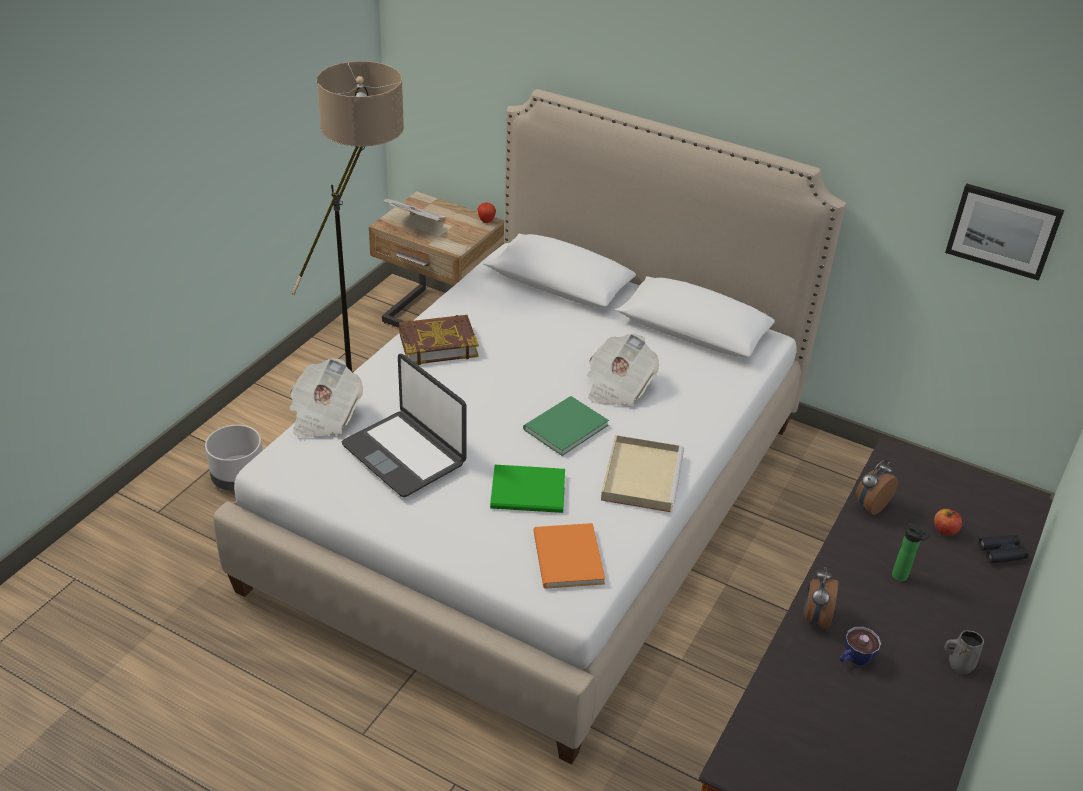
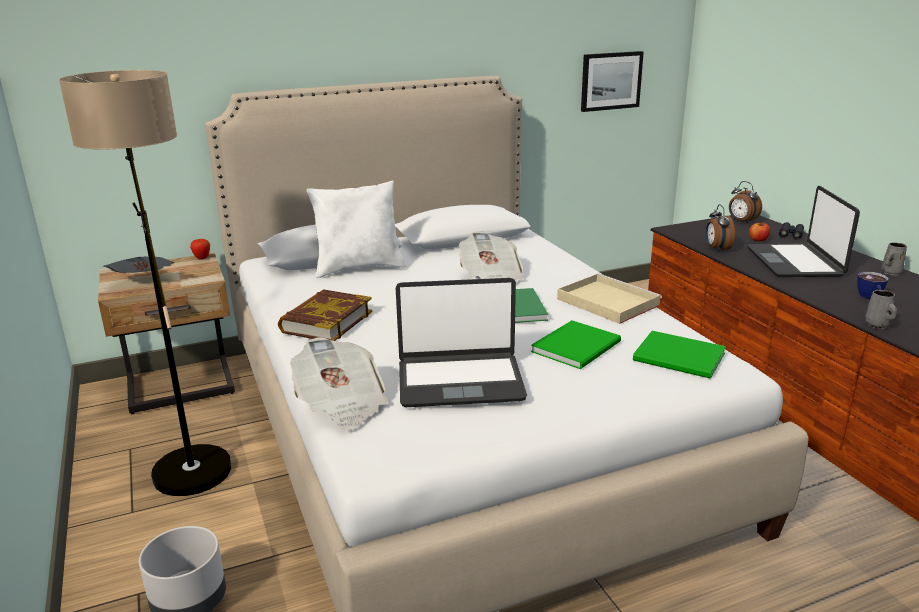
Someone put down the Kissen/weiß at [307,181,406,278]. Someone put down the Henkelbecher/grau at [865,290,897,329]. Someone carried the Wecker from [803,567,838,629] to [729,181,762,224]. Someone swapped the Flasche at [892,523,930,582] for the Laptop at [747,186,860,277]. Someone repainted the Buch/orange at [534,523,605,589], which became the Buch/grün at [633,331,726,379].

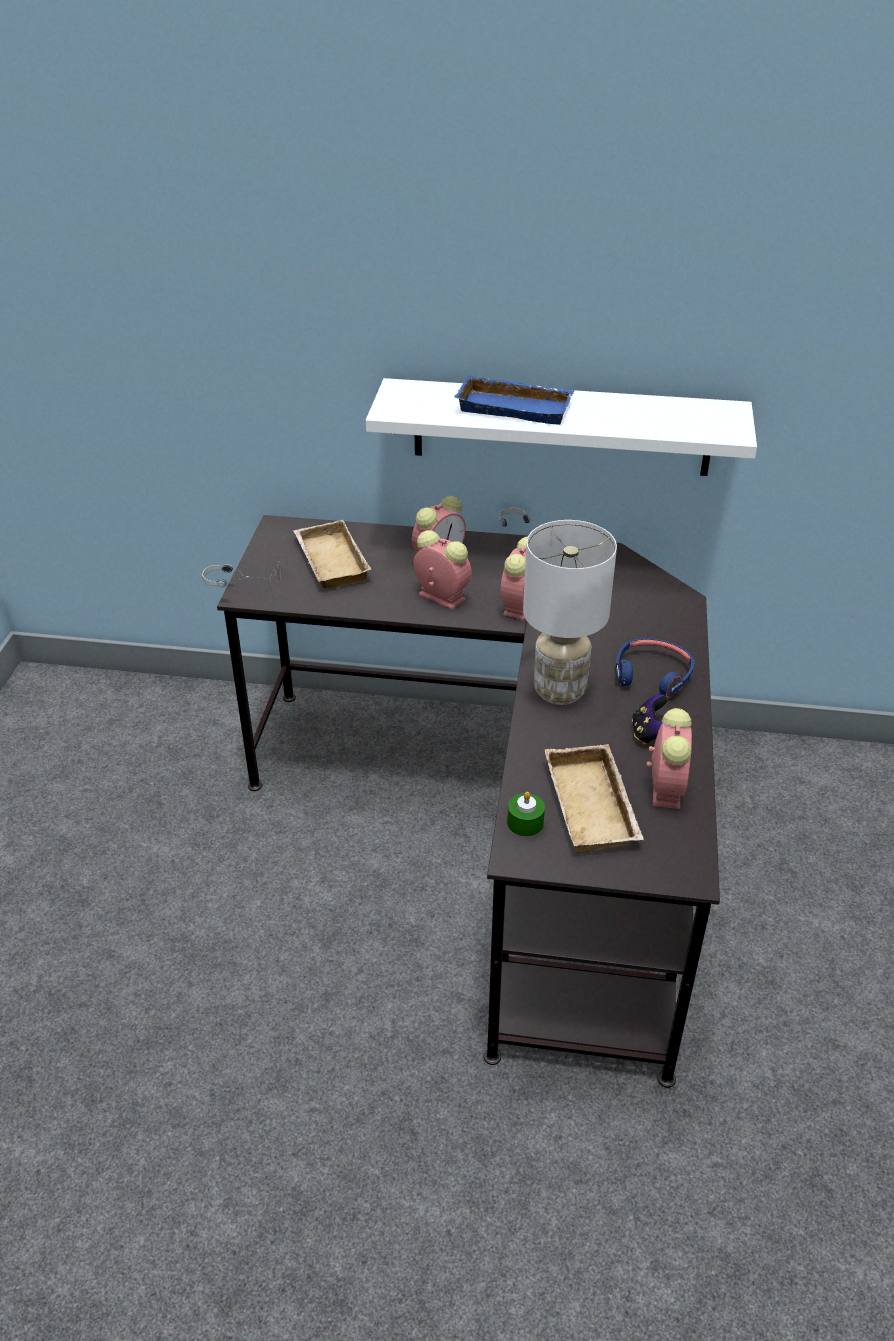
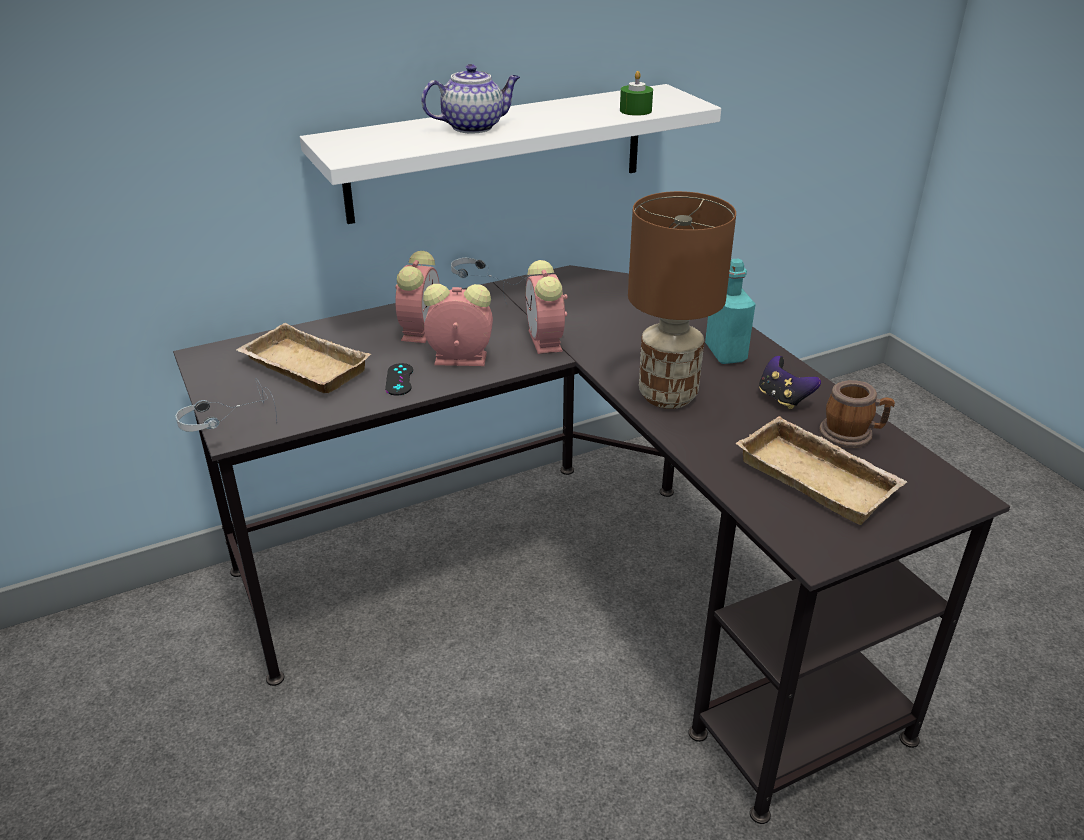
Someone put down the Gamepad/schwarz at [385,363,413,396]. Someone carried the Kerze/grün from [507,792,545,837] to [620,71,653,116]. Someone swapped the Tablett/blau at [454,375,574,425] for the Teekanne at [421,64,520,133]. Someone swapped the Kopfhörer/blau at [616,638,694,699] for the Flasche/türkis at [705,259,756,364]. Someone swapped the Wecker at [646,708,692,809] for the Henkelbecher at [819,380,895,448]. Someone repainted the Tischlampe/weiß at [523,520,617,705], which became the Tischlampe/braun at [628,191,736,409].

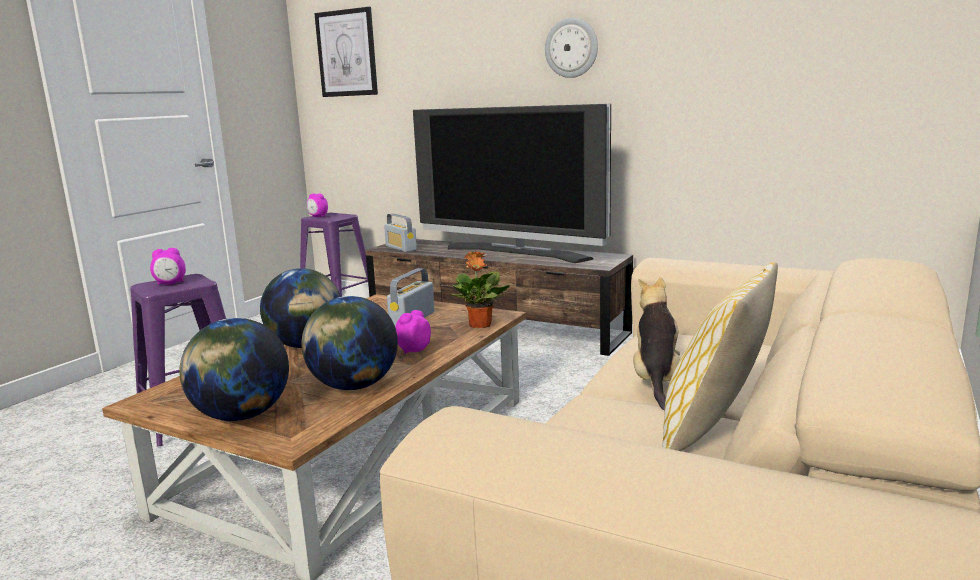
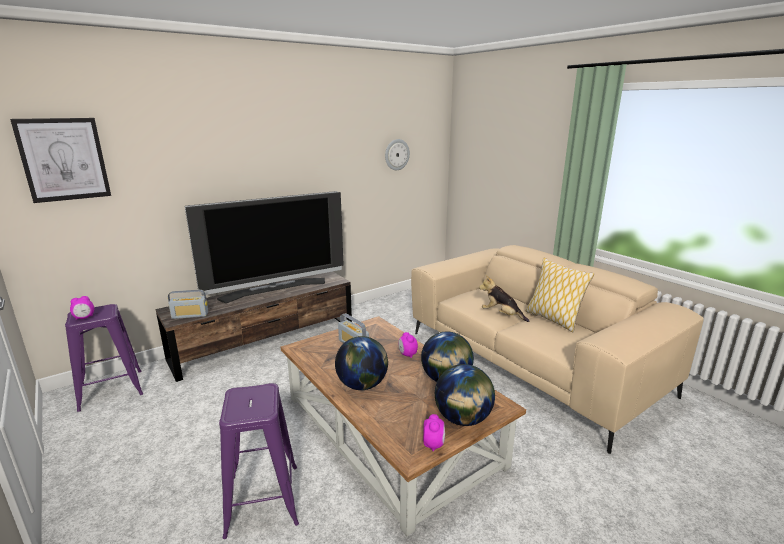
Someone took away the Topfpflanze at [449,251,510,328]. Someone carried the Wecker from [150,248,186,285] to [423,414,445,452]. Someone carried the Wanduhr from [545,18,598,78] to [385,139,410,170].

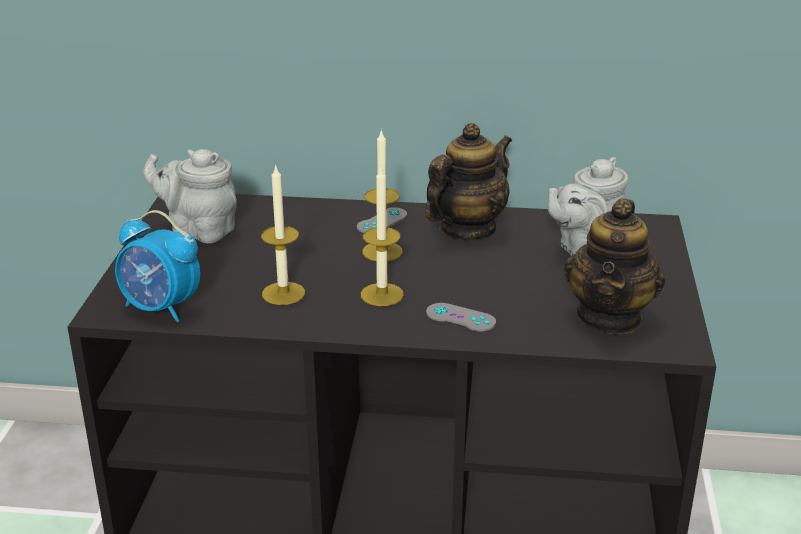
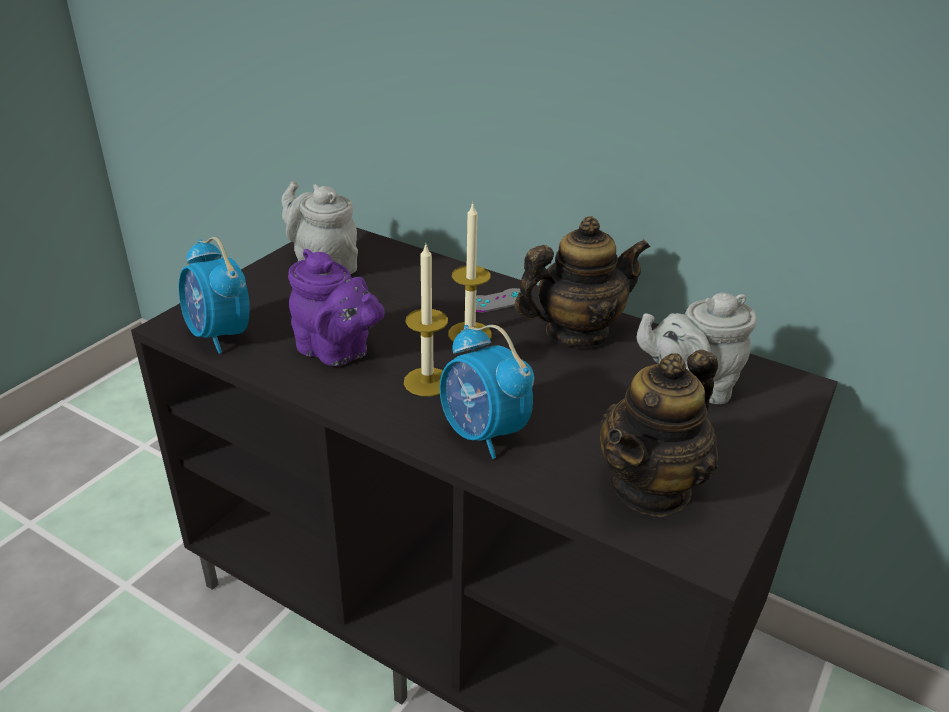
Someone swapped the Kerze at [261,164,305,305] for the Teekanne/lila at [288,249,385,366]. Someone swapped the Gamepad/grau at [426,303,496,331] for the Wecker at [440,325,534,459].

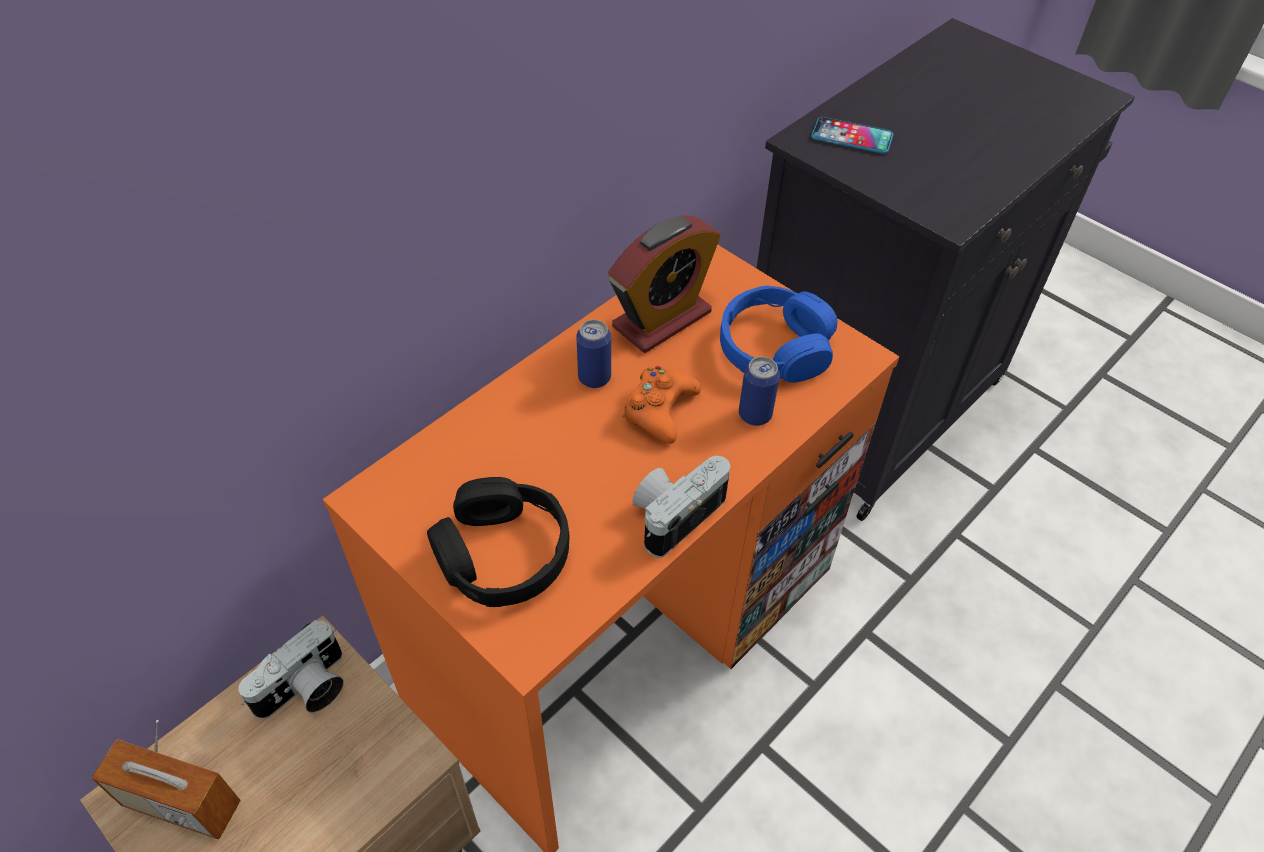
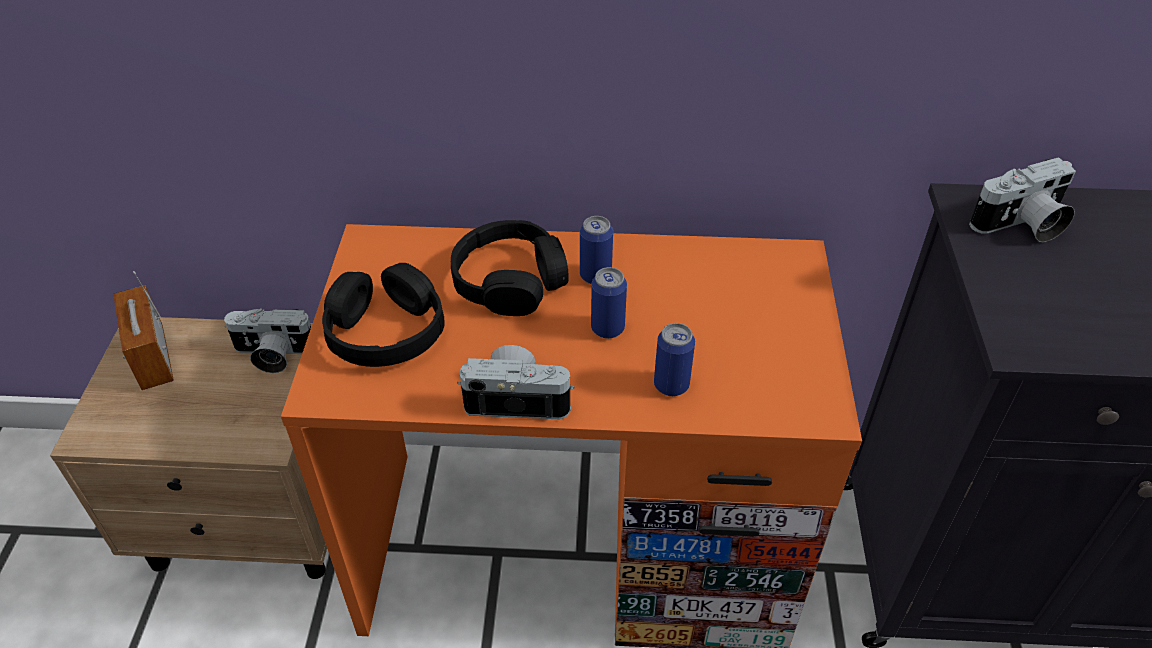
Someone took away the Wecker at [608,215,721,353]. Someone took away the Kopfhörer/blau at [720,285,838,383]. Someone put down the Kopfhörer/schwarz at [451,220,569,316]. Someone swapped the Gamepad/orange at [623,366,701,444] for the Dose at [591,267,627,339]. Someone swapped the Handy at [811,117,893,154] for the Kamera at [969,157,1076,242].

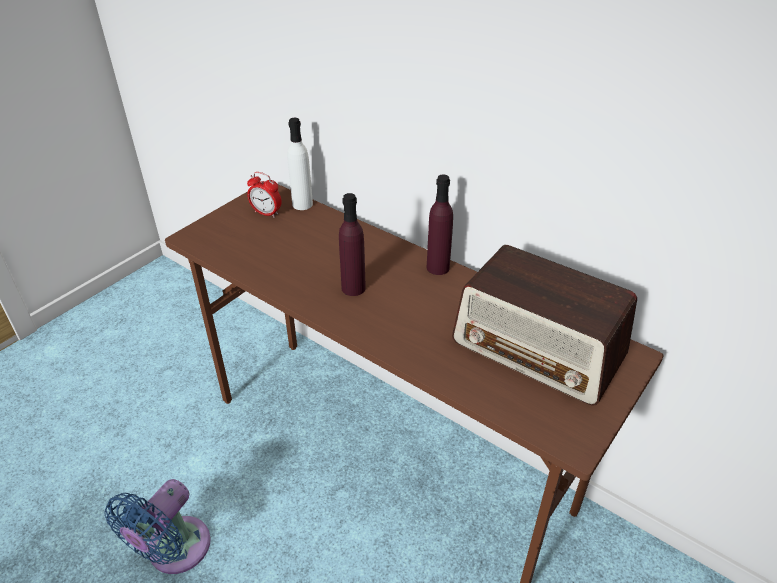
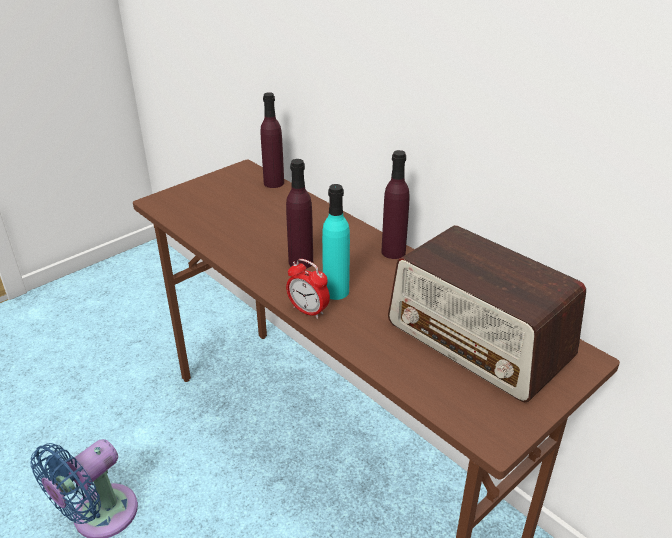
Someone put down the Flasche/türkis at [322,184,350,300]. Someone carried the Wecker from [247,172,282,218] to [286,259,330,319]. Someone repainted the Flasche/weiß at [287,118,313,210], which became the Flasche/lila at [260,92,284,188].

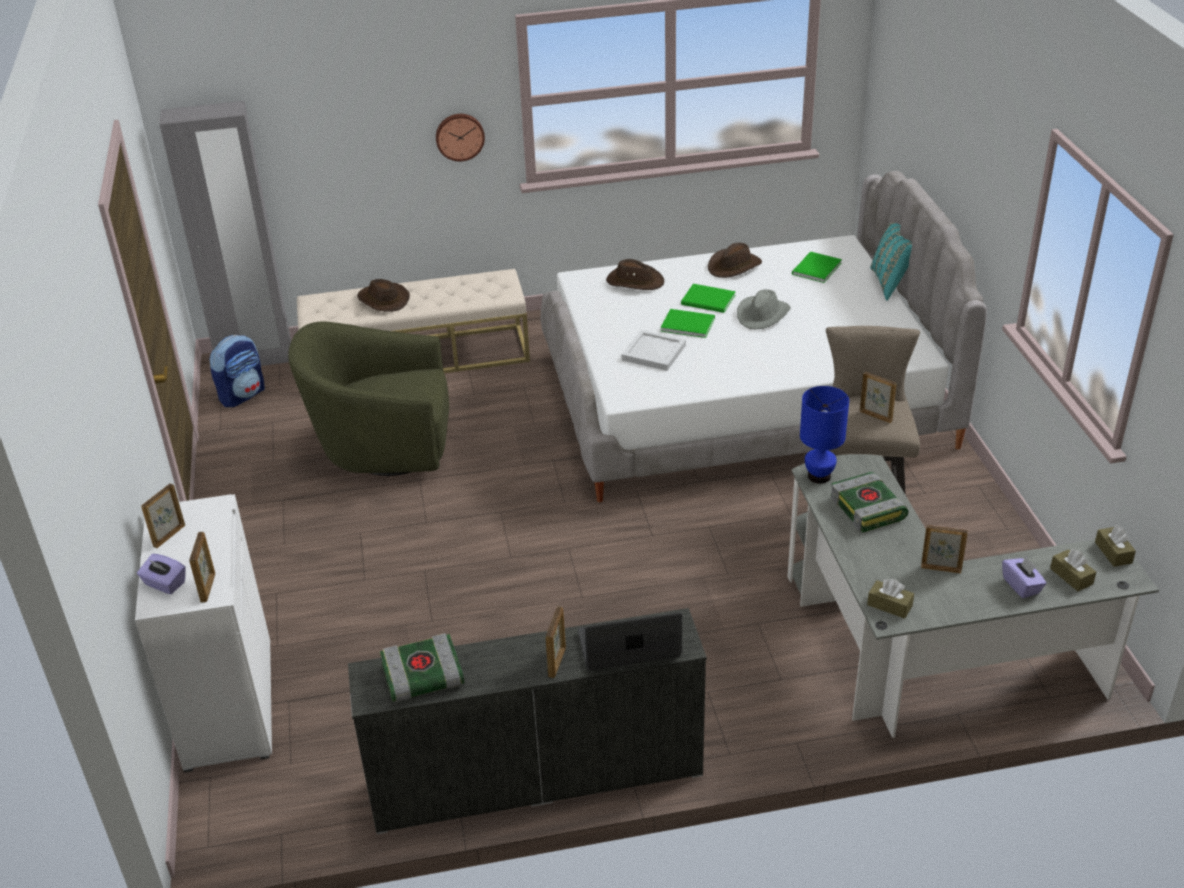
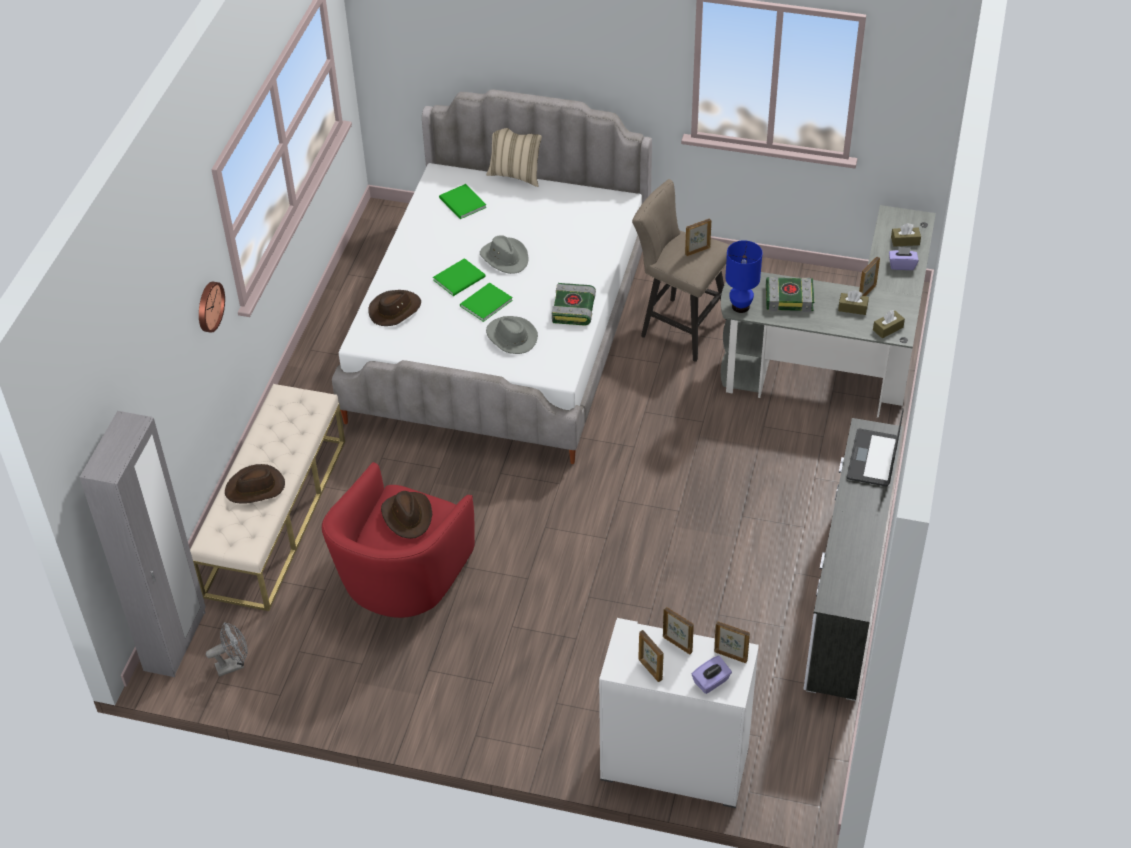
Someone carried the Buch from [380,633,464,702] to [552,283,596,325]. Someone carried the Bilderrahmen from [546,606,566,678] to [663,607,694,654]. Someone carried the Hut/braun from [708,243,762,278] to [381,491,432,539]. Someone carried the Taschentuchbox/braun from [1095,525,1136,567] to [838,290,869,315]. Someone swapped the Rucksack at [209,335,265,407] for the Ventilator/grau at [206,622,248,677]. Someone swapped the Tablett/weiß at [622,330,686,371] for the Hut/grau at [486,316,538,354]. Someone repainted the Sessel/grün at [288,322,449,477], which became the Sessel/rot at [322,462,475,618]. Someone repainted the Kissen/türkis at [870,222,912,301], which became the Kissen/beige at [486,128,542,187].

